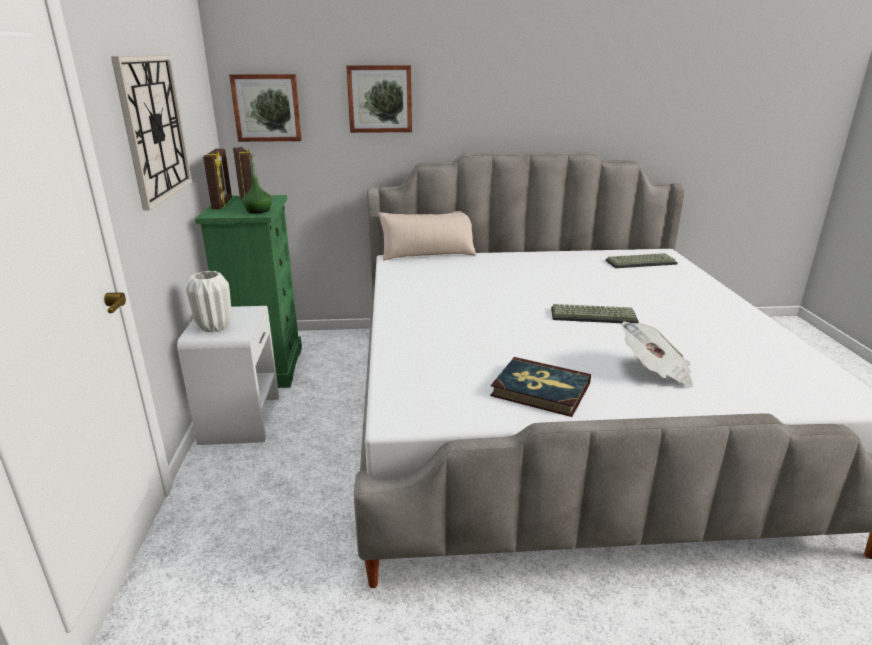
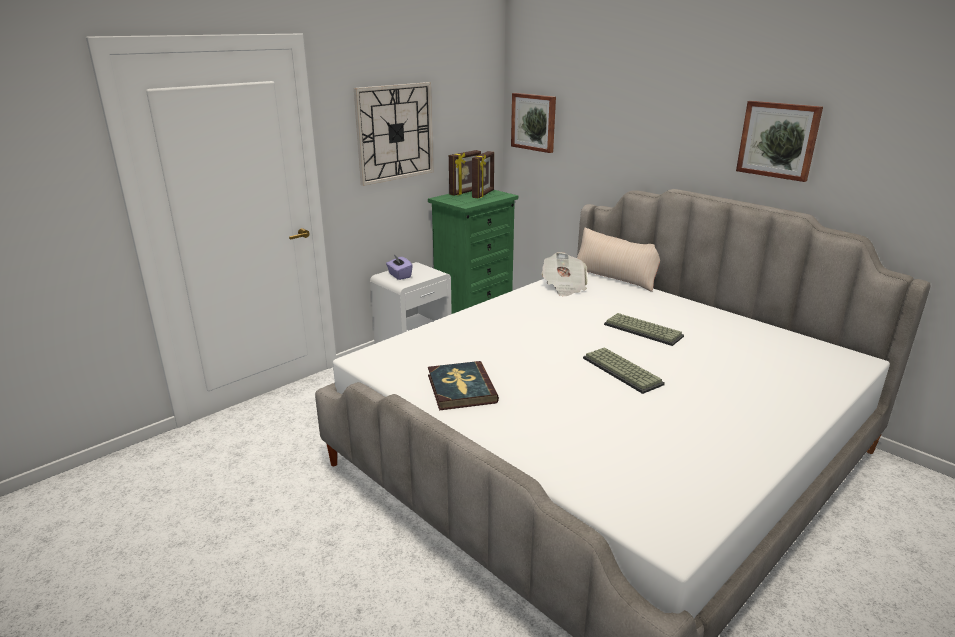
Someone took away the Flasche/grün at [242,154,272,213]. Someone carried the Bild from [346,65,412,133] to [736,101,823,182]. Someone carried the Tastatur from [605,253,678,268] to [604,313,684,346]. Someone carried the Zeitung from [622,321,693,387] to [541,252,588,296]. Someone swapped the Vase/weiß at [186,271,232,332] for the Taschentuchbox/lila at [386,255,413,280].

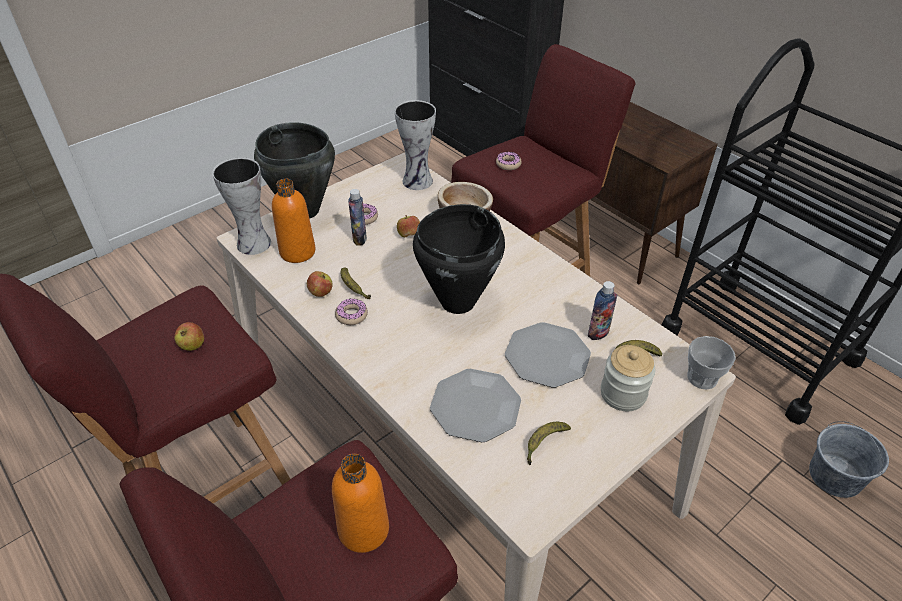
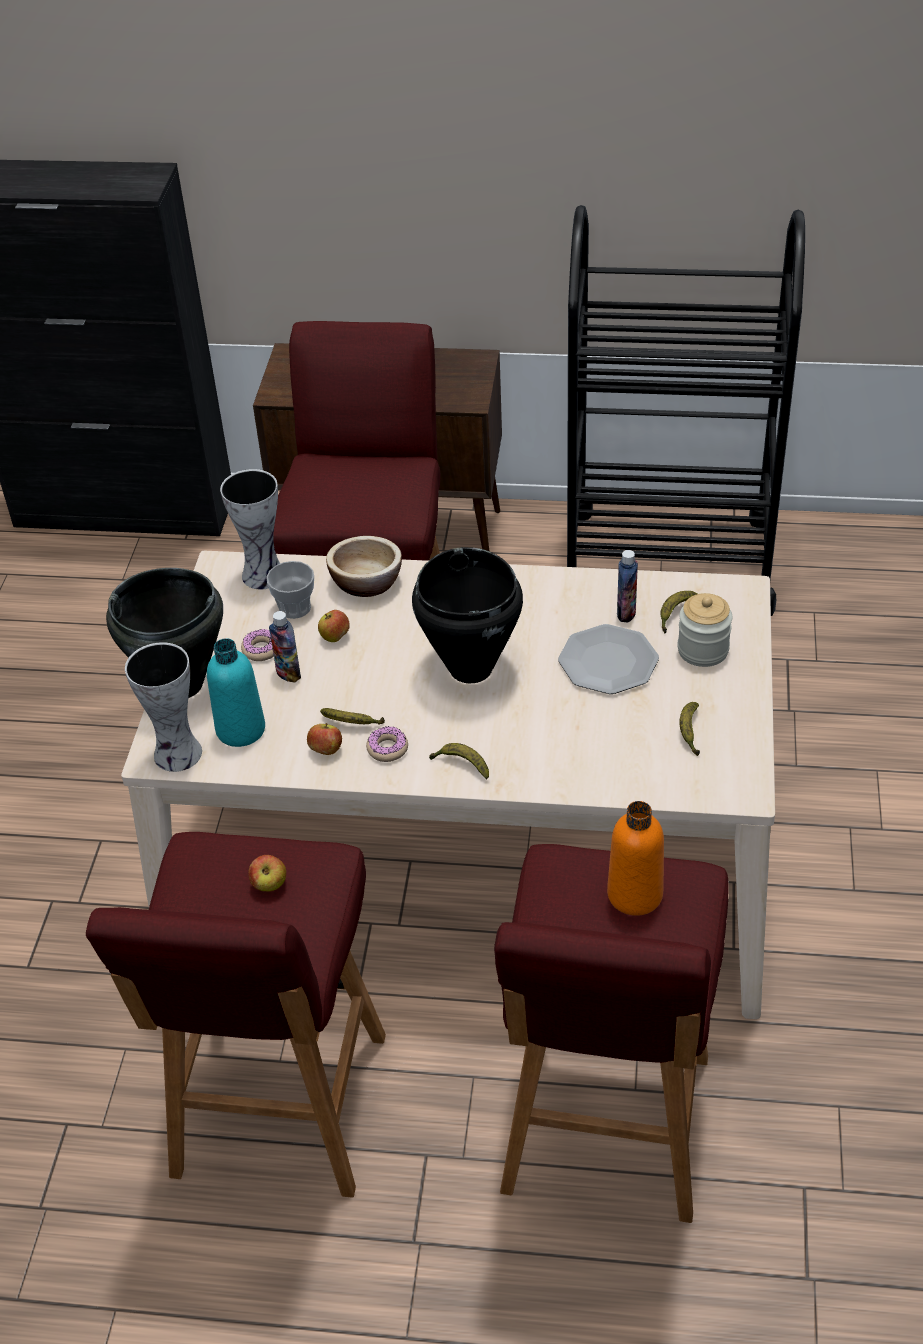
Someone took away the Teller at [430,369,521,442]. Someone took away the Donut at [496,152,522,170]. Someone took away the Eimer/grau at [809,421,889,498]. Someone put down the Banane at [429,743,489,779]. Someone carried the Tasse from [687,336,736,390] to [266,561,314,619]. Someone repainted the Flasche/orange at [272,179,316,263], which became the Flasche/türkis at [207,638,265,747].

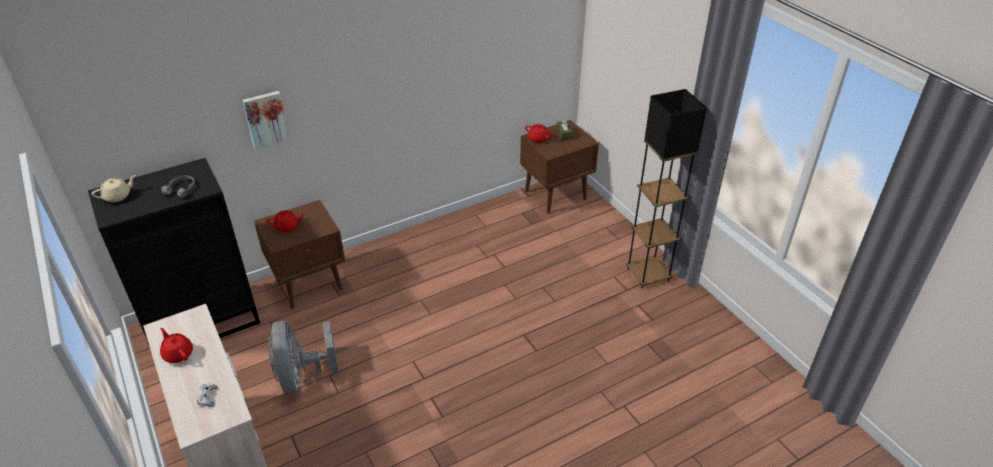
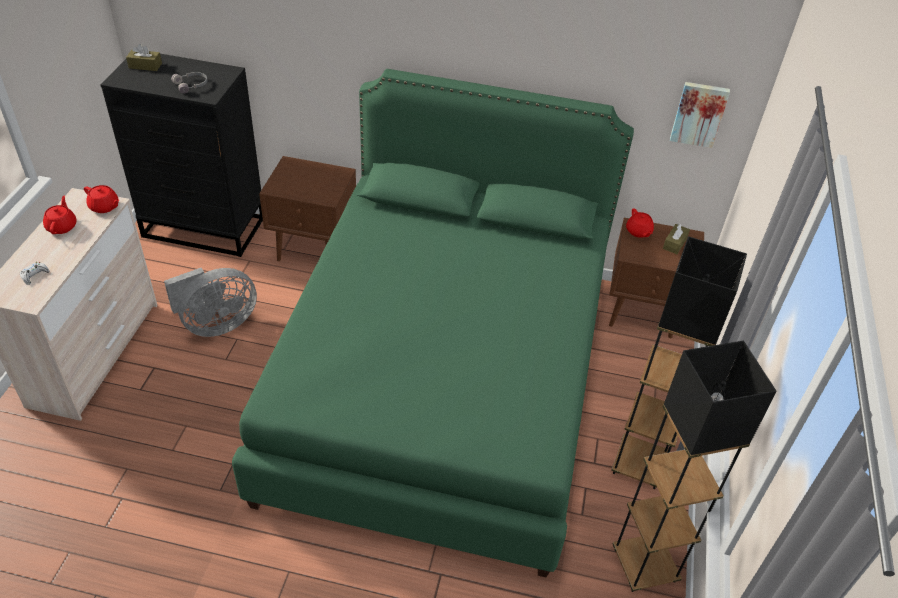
Someone put down the Bett/grün at [232,69,634,577]. Someone put down the Stehlampe/schwarz at [613,341,777,592]. Someone carried the Bild from [242,91,290,149] to [670,82,730,148]. Someone carried the Teekanne/rot from [267,210,305,232] to [84,185,120,213]. Someone swapped the Teekanne/beige at [92,175,136,202] for the Taschentuchbox/braun at [126,44,162,71]. Someone rotated the Ventilator/grau at [269,321,339,394] by 150 degrees counterclockwise.

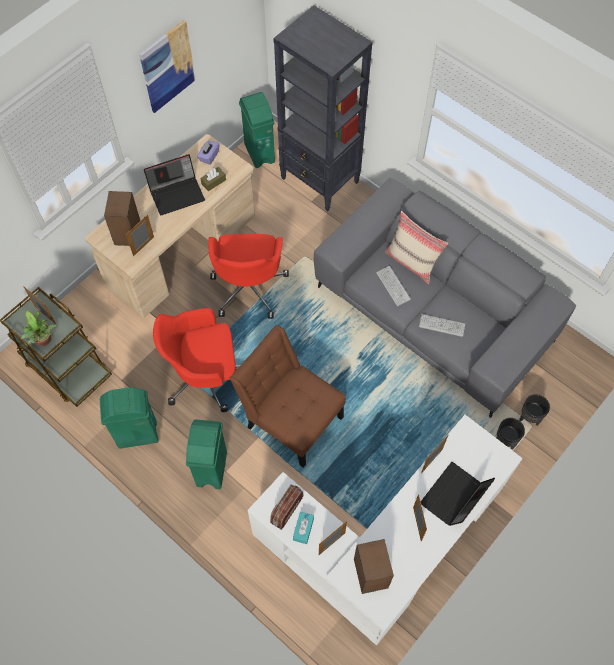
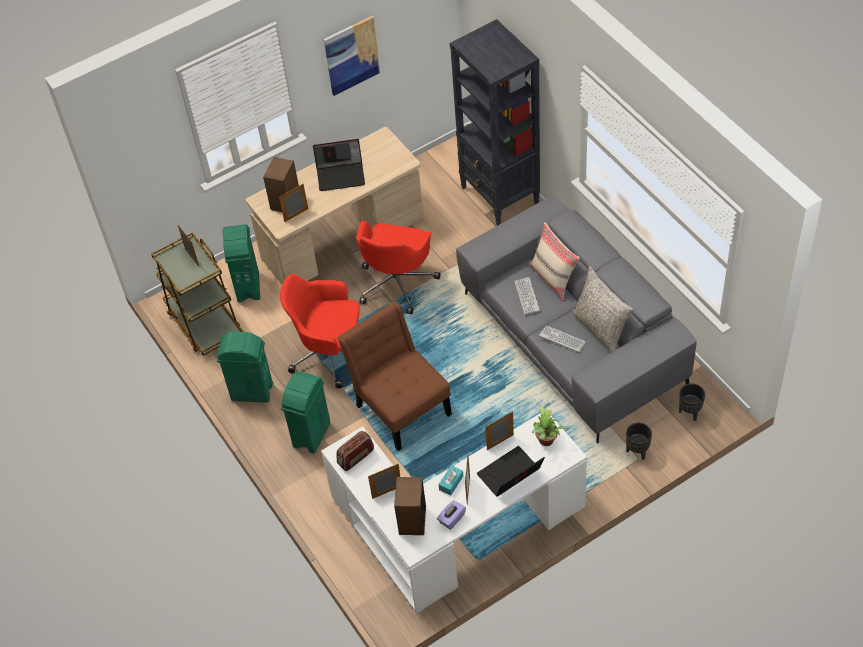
Someone took away the Taschentuchbox/braun at [200,167,226,191]. Someone put down the Kissen/grau at [572,266,633,352]. Someone carried the Topfpflanze from [21,310,57,346] to [532,406,566,446]. Someone carried the Taschentuchbox/lila from [197,141,220,165] to [437,500,466,530]. Someone carried the Mülleimer/grün from [239,92,275,168] to [223,224,260,302]. Someone carried the Taschentuchbox/türkis from [293,512,314,544] to [439,465,463,496]. Someone carried the Pflanzkübel/schwarz from [496,418,525,450] to [679,383,705,421].

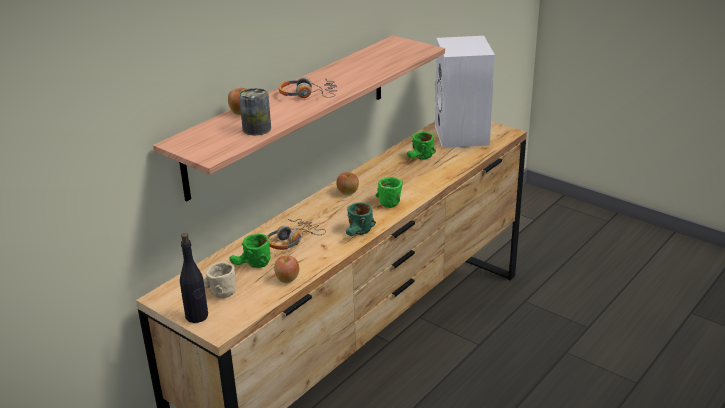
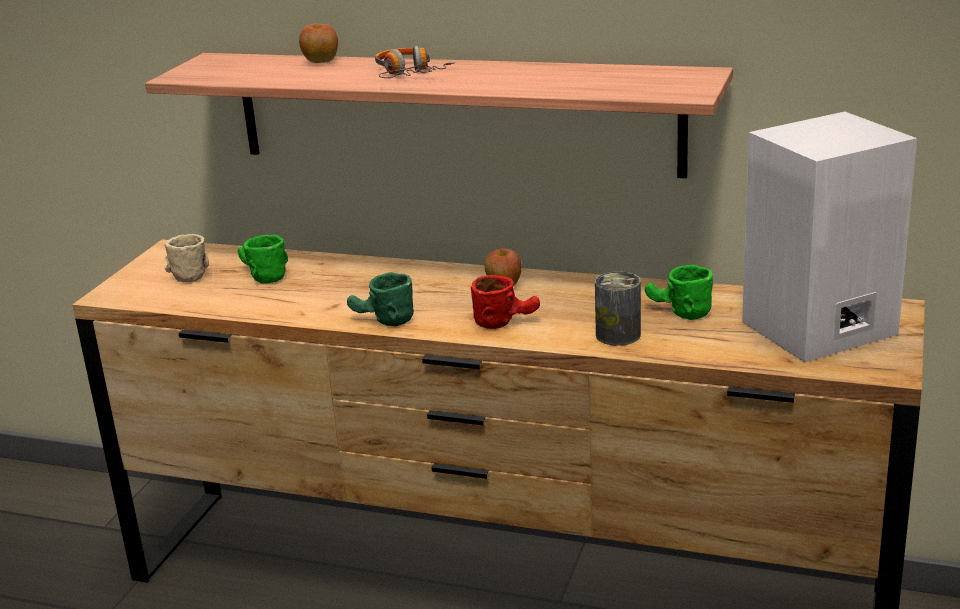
Someone took away the Flasche/schwarz at [180,233,208,323]. Someone took away the Kopfhörer at [267,219,326,250]. Someone took away the Apfel at [274,255,299,283]. Someone carried the Dose from [239,88,271,135] to [595,271,641,346]. Someone repainted the Henkelbecher/grün at [375,177,403,208], which became the Henkelbecher/rot at [471,275,540,329].

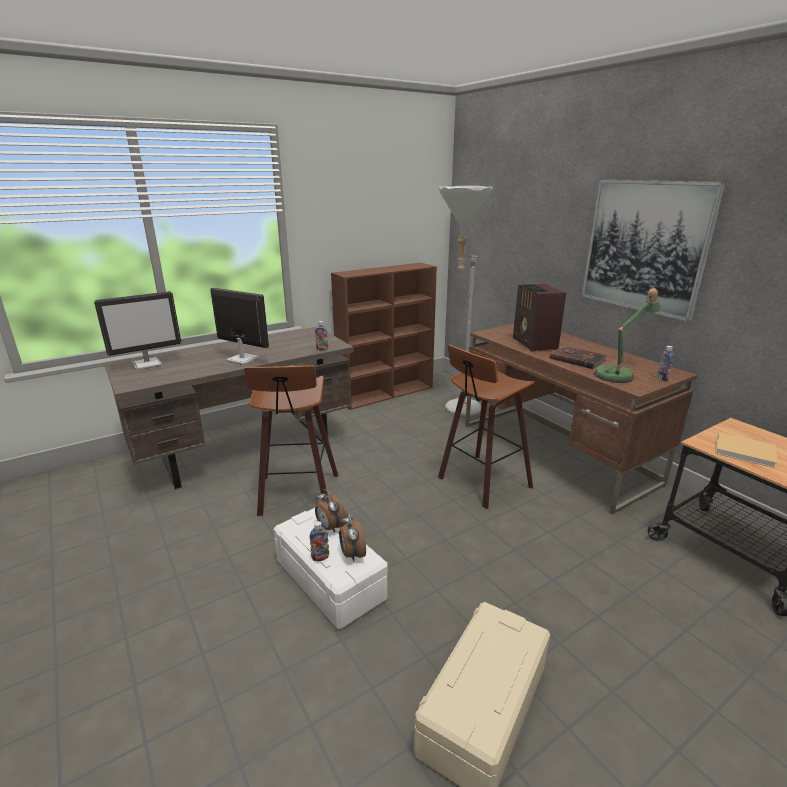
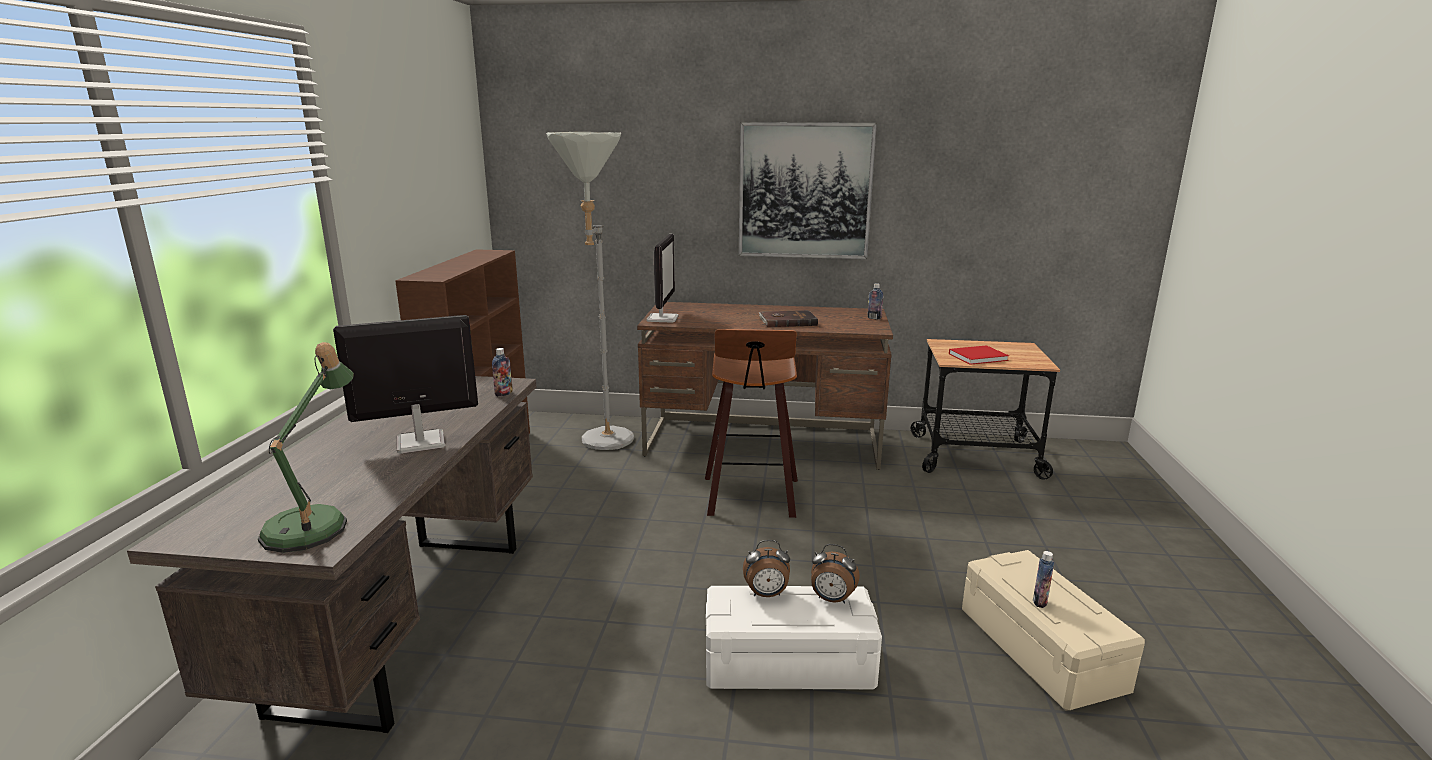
Someone took away the Hocker at [244,365,338,516]. Someone took away the Radio at [513,283,566,352]. Someone carried the Monitor from [94,291,181,370] to [646,234,679,323]. Someone carried the Flasche from [309,521,329,561] to [1033,551,1054,608]. Someone carried the Tischlampe from [594,288,662,383] to [258,342,354,553]. Someone repainted the Buch/beige at [715,432,777,468], which became the Buch/rot at [949,345,1009,365].

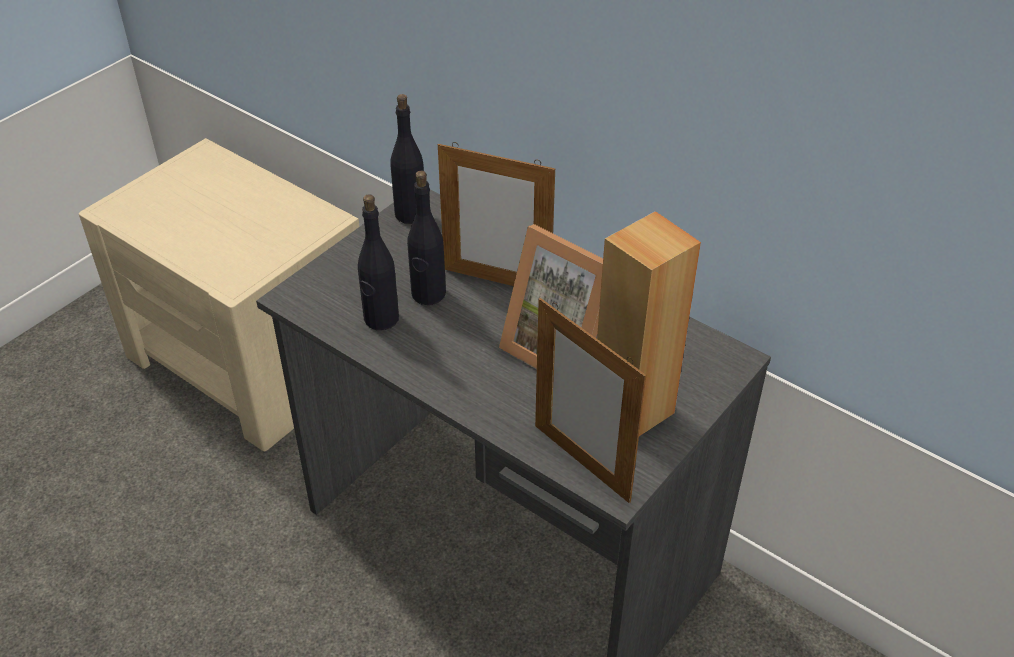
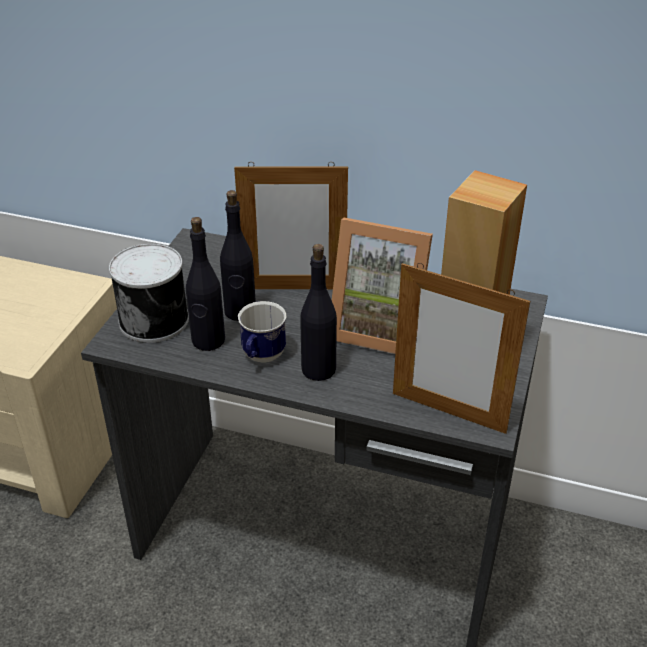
Someone put down the Dose at [109,244,189,343]. Someone put down the Henkelbecher at [238,301,287,363]. Someone carried the Flasche/schwarz from [390,94,424,224] to [300,244,337,381].

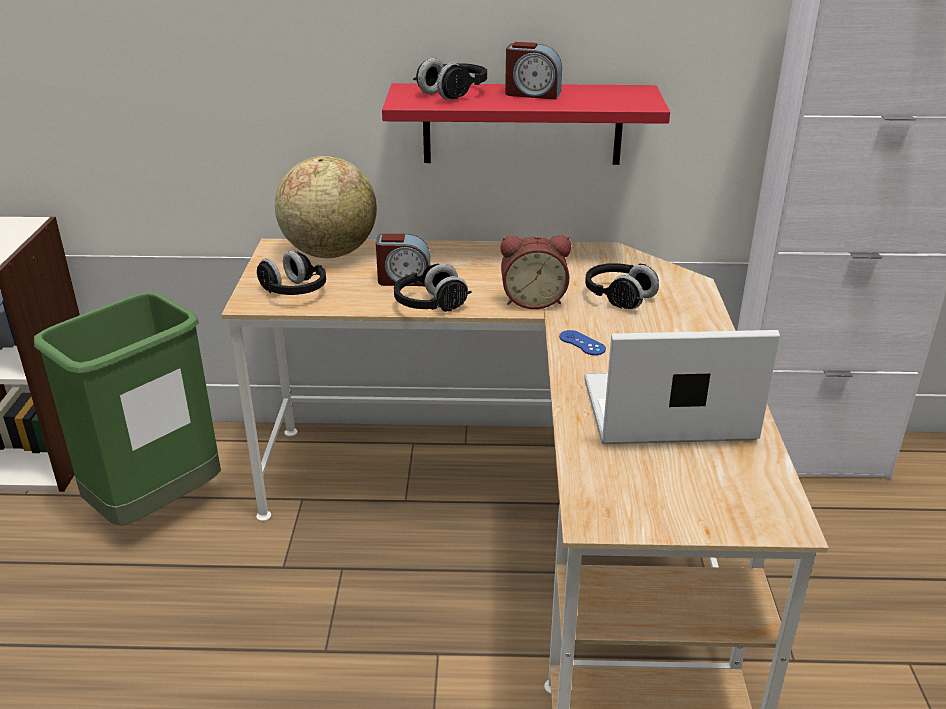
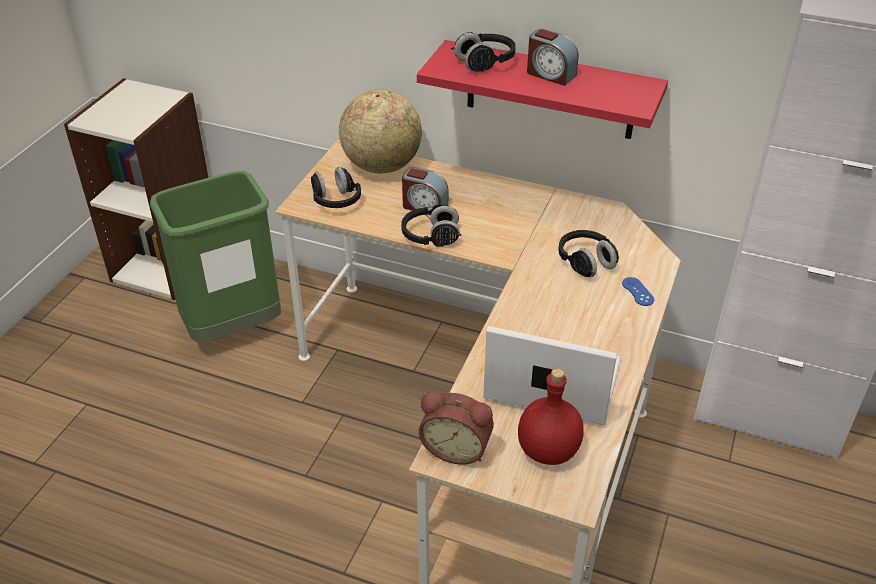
Someone put down the Flasche/rot at [518,368,584,465]. Someone carried the Wecker from [500,235,571,309] to [419,391,494,465]. Someone carried the Gamepad/blau from [559,330,606,355] to [622,277,654,306].

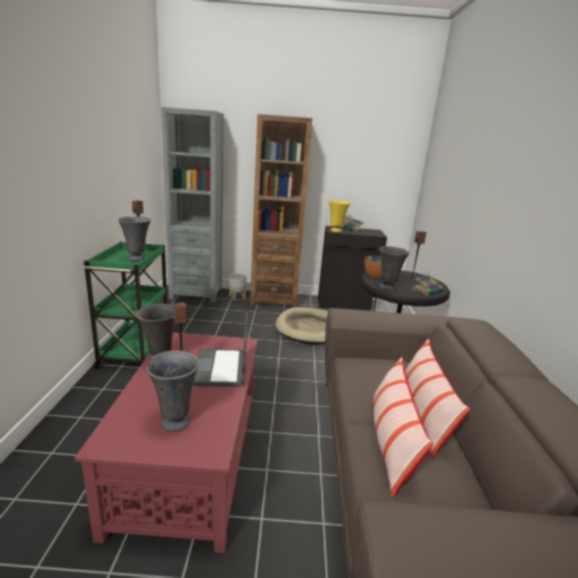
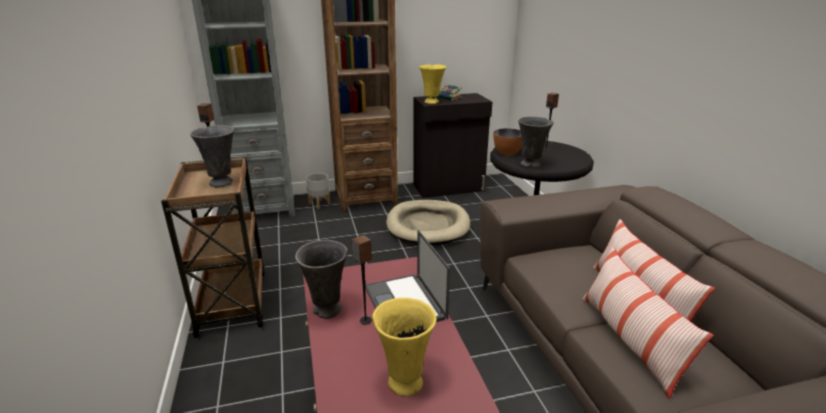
Someone took away the Buch at [412,275,443,296]. Someone repainted the Rollwagen/grün at [84,242,167,369], which became the Rollwagen/braun at [161,157,265,338]. Someone repainted the Vase/grau at [146,350,200,432], which became the Vase/gelb at [372,298,436,396].

